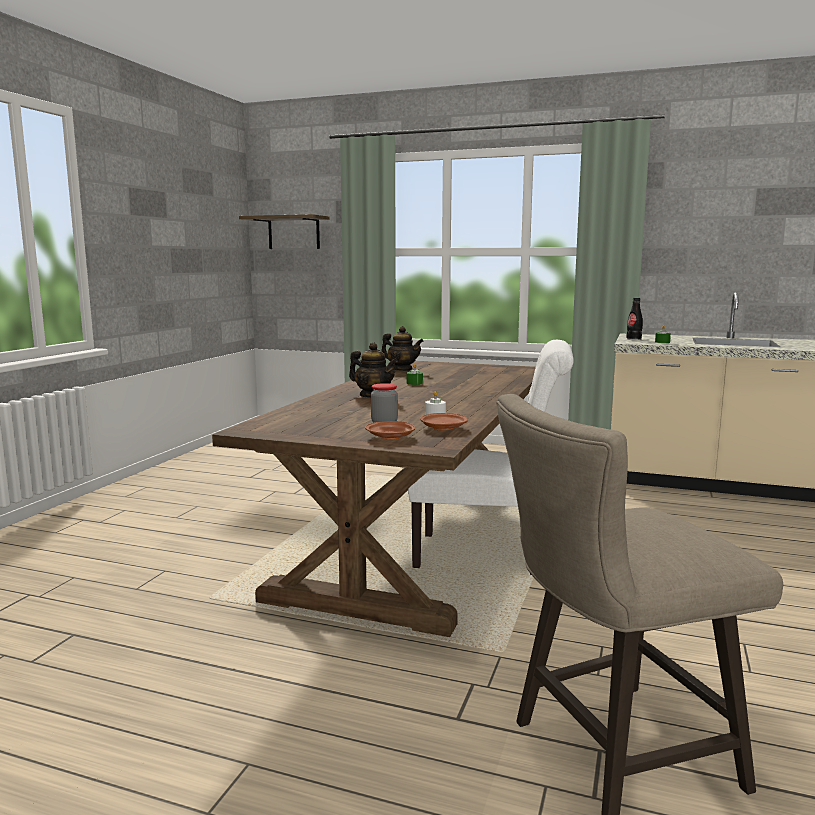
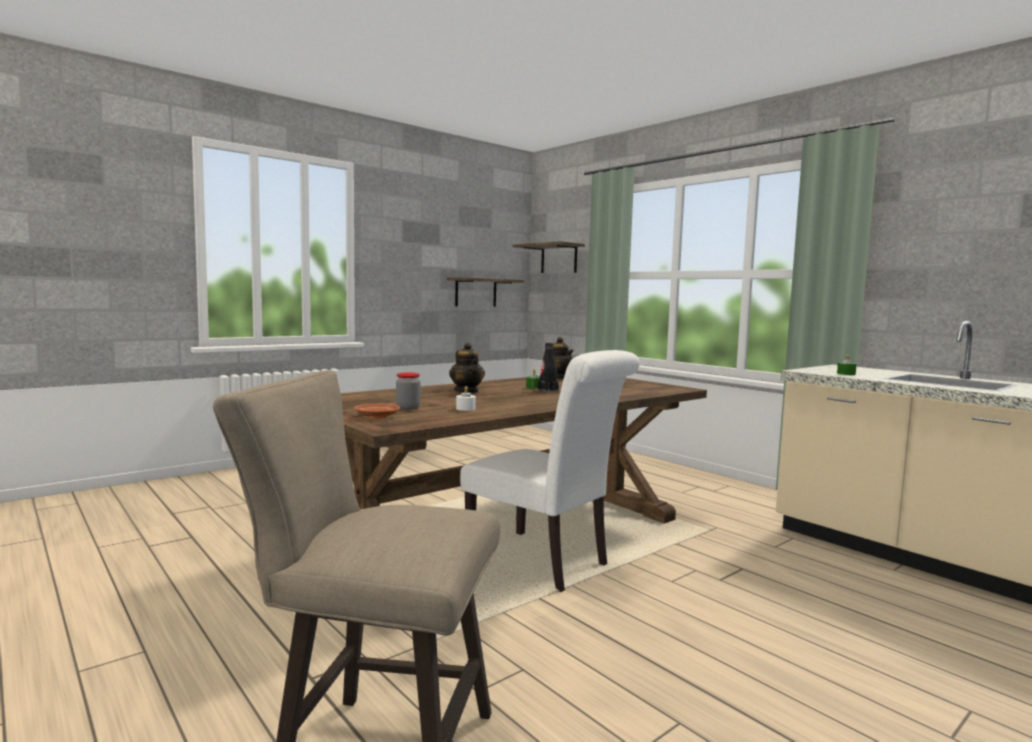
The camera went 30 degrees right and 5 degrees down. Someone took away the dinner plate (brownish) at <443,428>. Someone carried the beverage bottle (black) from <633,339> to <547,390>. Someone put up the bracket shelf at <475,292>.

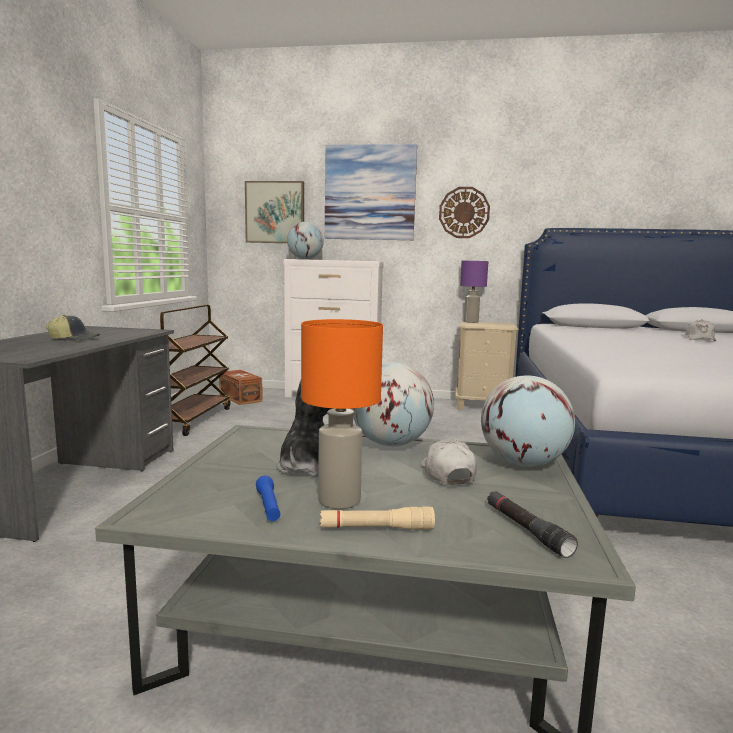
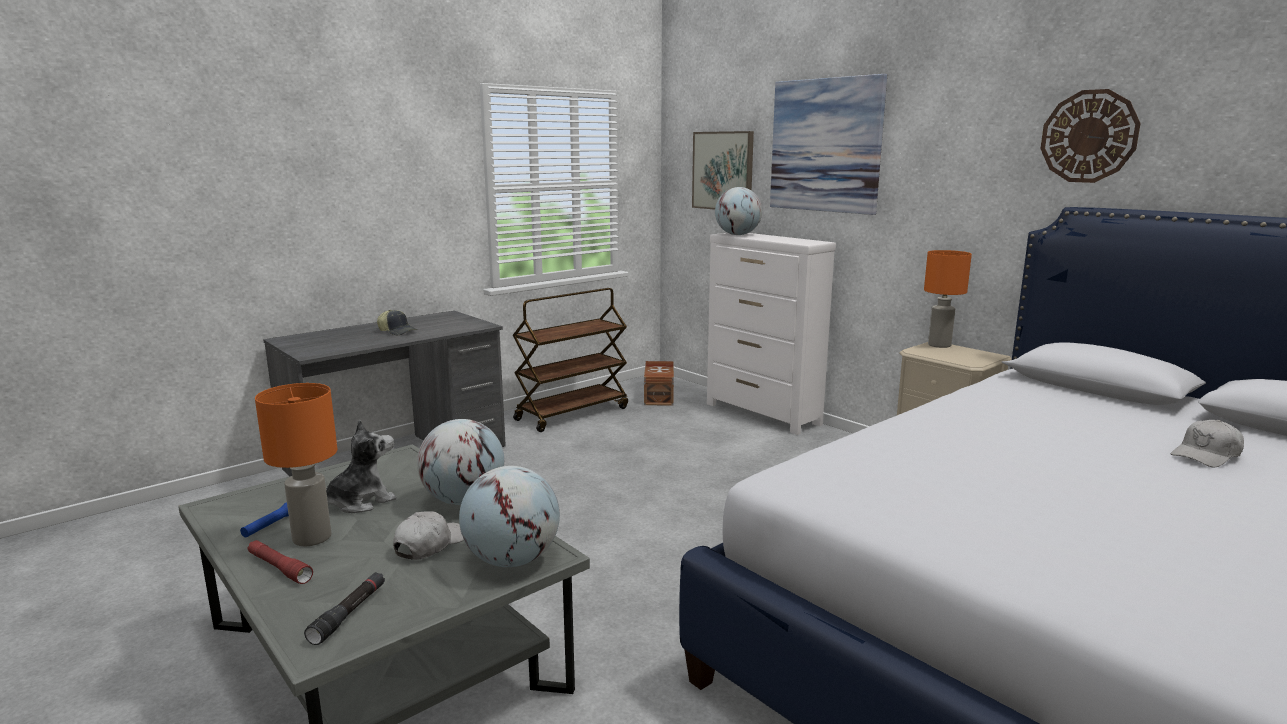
The camera went 40 degrees right and 5 degrees up. Someone repainted the flashlight (sand-coloured) at <376,528>, which became the flashlight (red) at <279,568>. Someone carried the clock on the wall from <464,212> to <1089,136>. Someone repainted the lamp for a table (purple) at <471,322>, which became the lamp for a table (orange-coloured) at <939,345>.

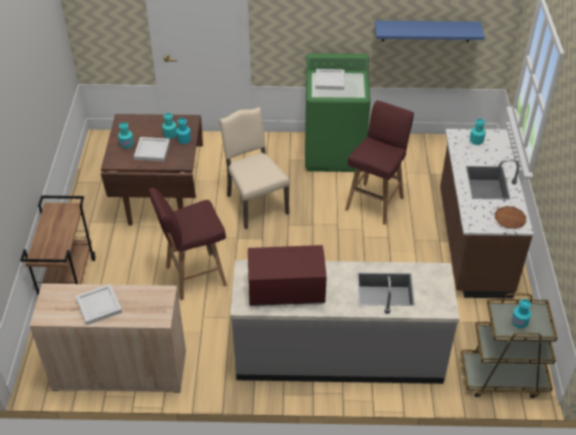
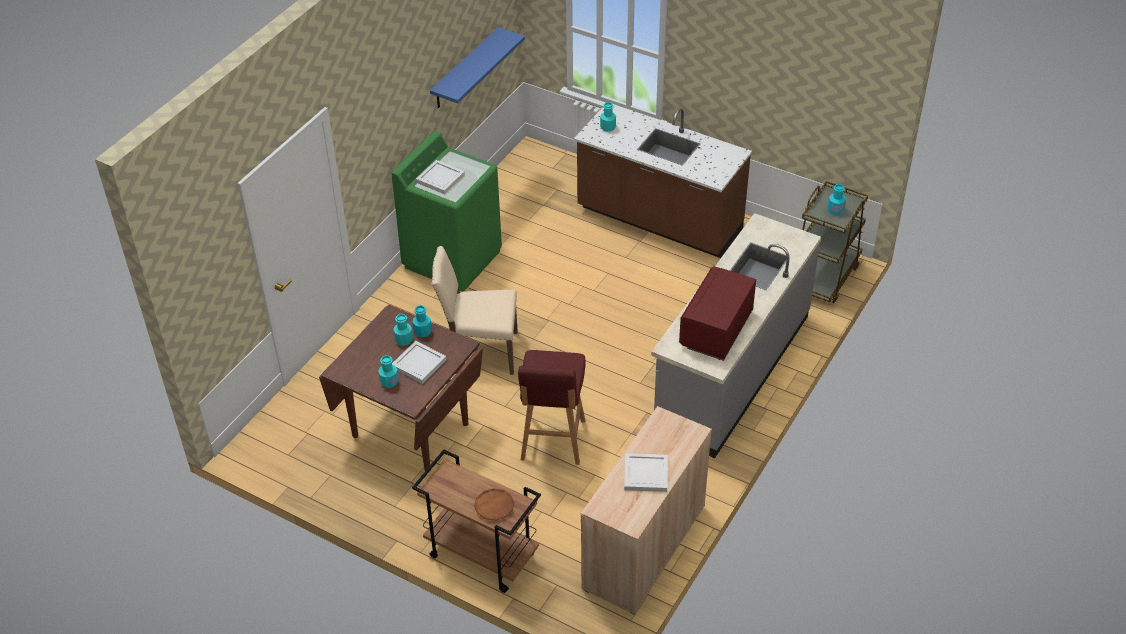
The camera went 60 degrees left and 0 degrees up. Someone took away the sitting stool (red) at <375,202>. Someone carried the dinner plate (brownish) from <509,219> to <494,506>.

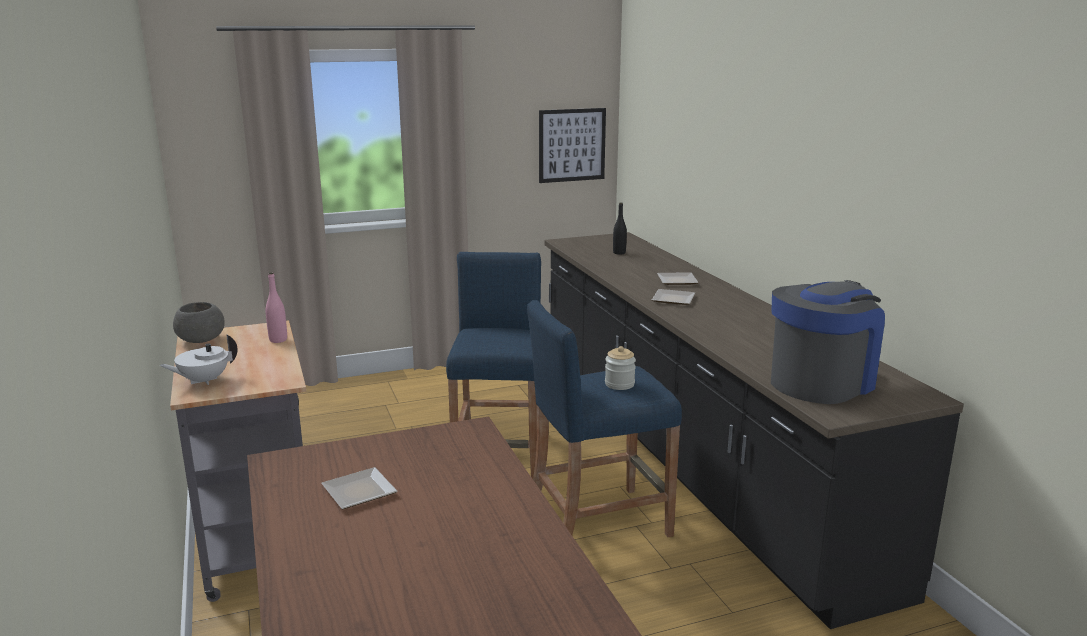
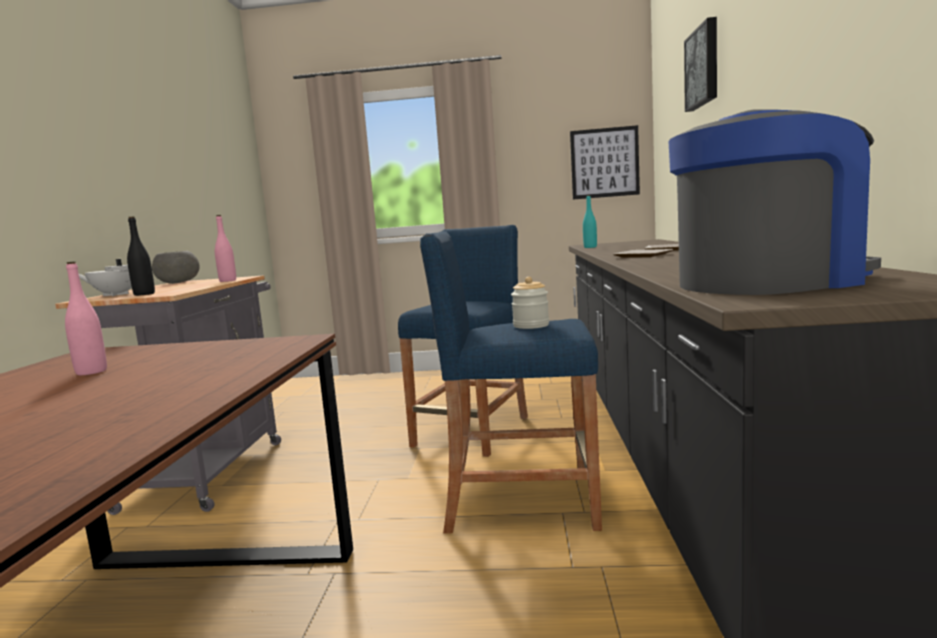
The camera went 25 degrees right and 10 degrees down. Someone swapped the dinner plate at <356,491> for the beverage bottle (pink-coloured) at <91,372>. Someone carried the beverage bottle (black) from <619,253> to <144,294>. Someone put down the beverage bottle (turquoise-coloured) at <590,247>. Someone put up the wall picture at <704,67>.

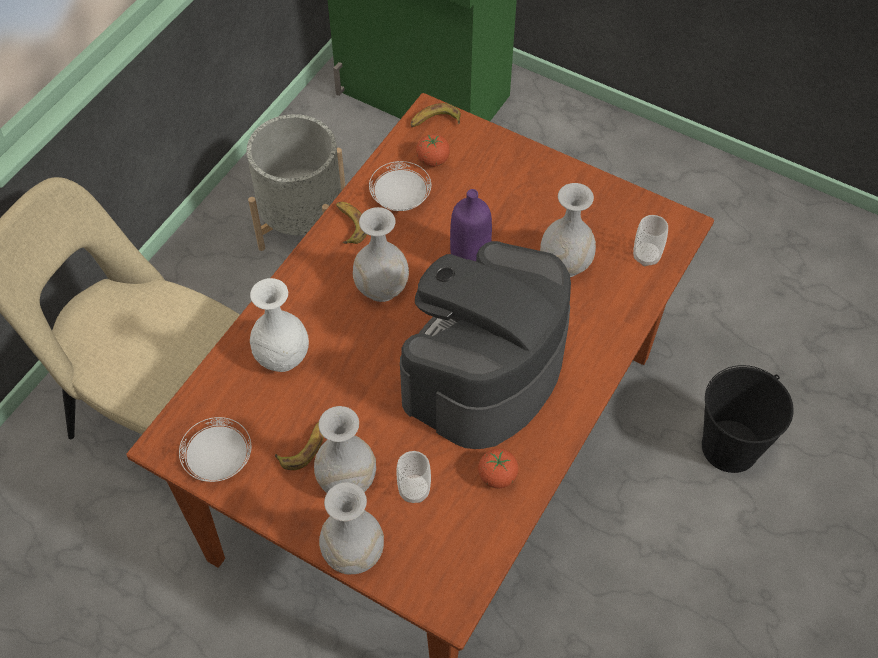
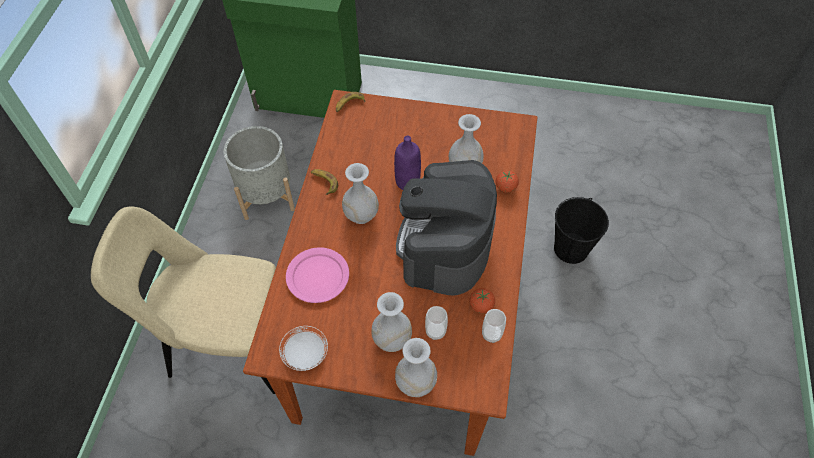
The camera went 20 degrees left and 0 degrees up. Someone swapped the vase (white) at <282,357> for the dinner plate (pink-coloured) at <317,277>. Someone took away the whole banana at <304,448>. Someone took away the dinner plate (white) at <400,198>. Someone carried the fresh tomato from <433,160> to <505,187>. Someone carried the cup from <646,256> to <491,334>.

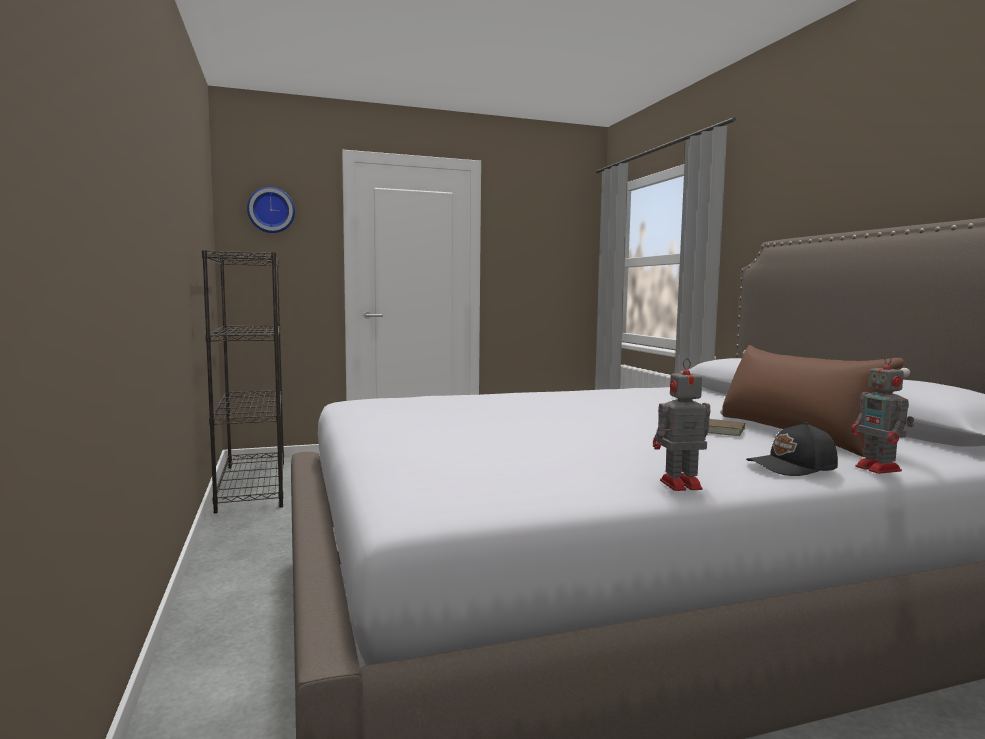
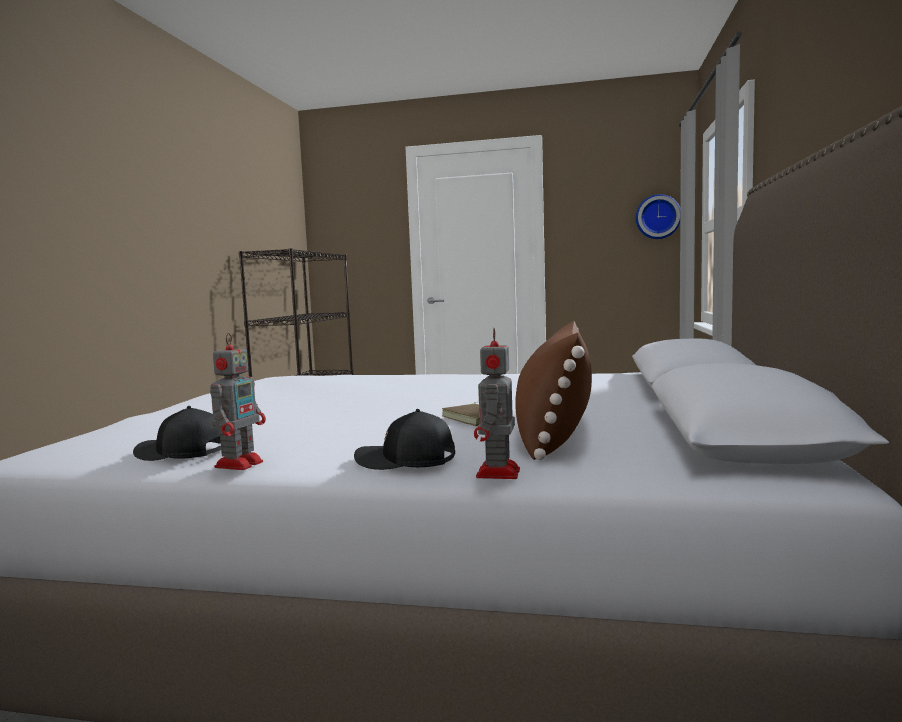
The camera went 30 degrees right and 0 degrees up. Someone carried the clock on the wall from <271,210> to <657,217>. Someone rotated the toy robot at <678,485> by 90 degrees clockwise. Someone put down the peaked cap (black) at <181,453>.

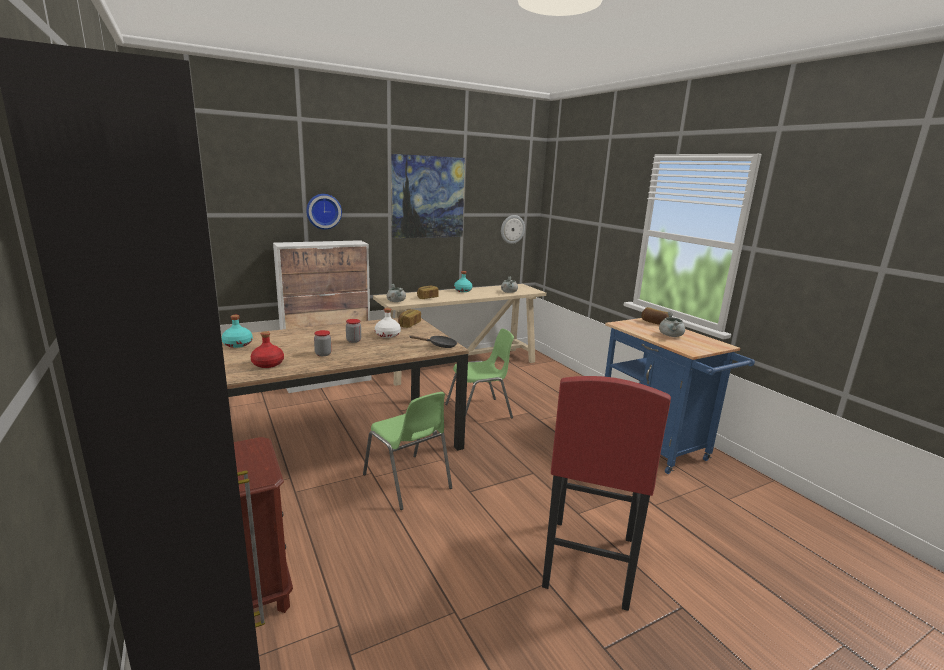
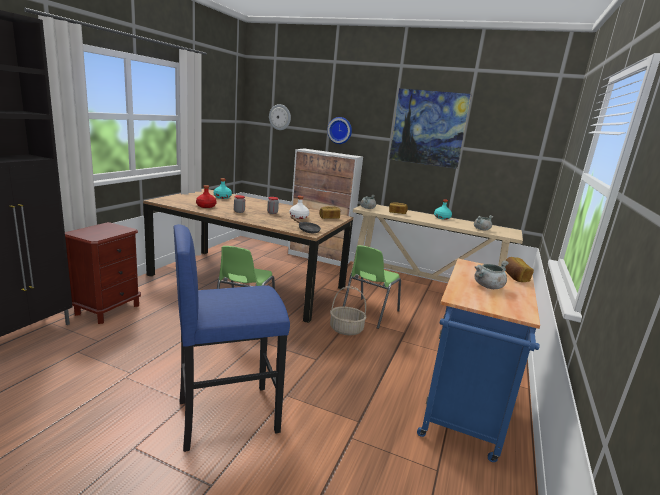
The camera went 50 degrees right and 0 degrees up. Someone rotated the plain chair (greenish) at <479,411> by 90 degrees clockwise. Someone carried the clock on the wall from <512,229> to <280,117>. Someone repainted the sitting stool (red) at <588,561>, which became the sitting stool (blue-coloured) at <227,415>. Someone put down the basket at <346,329>.

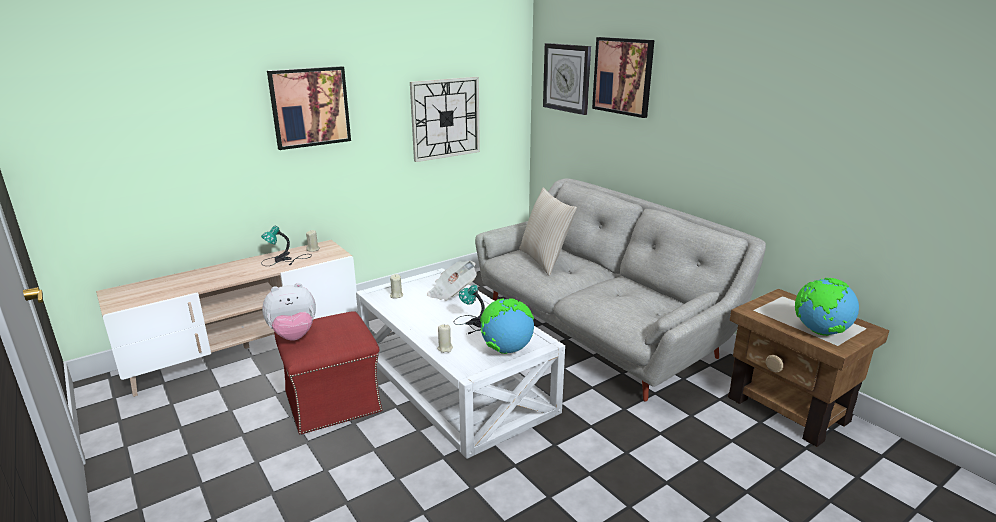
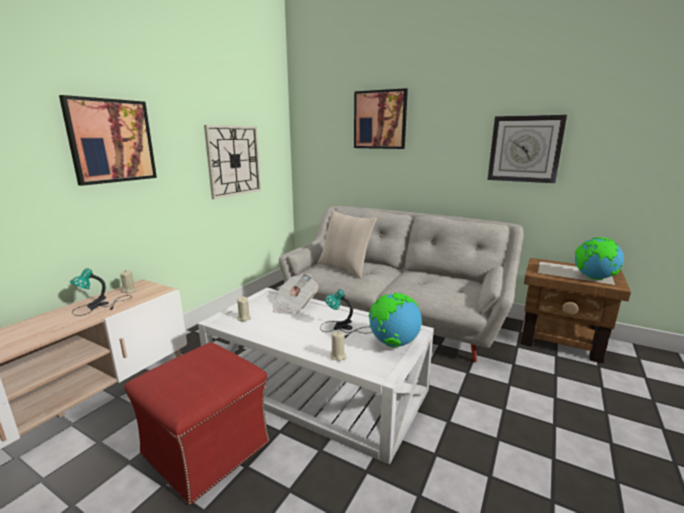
The camera went 25 degrees left and 5 degrees down. Someone took away the plush toy at <293,336>. Someone carried the clock on the wall from <567,78> to <525,149>.

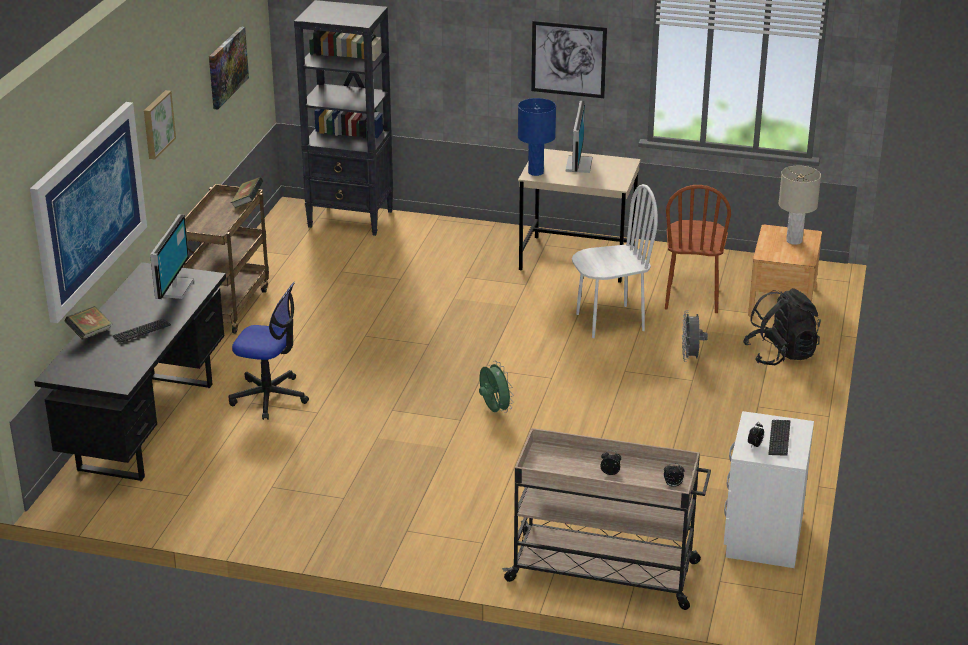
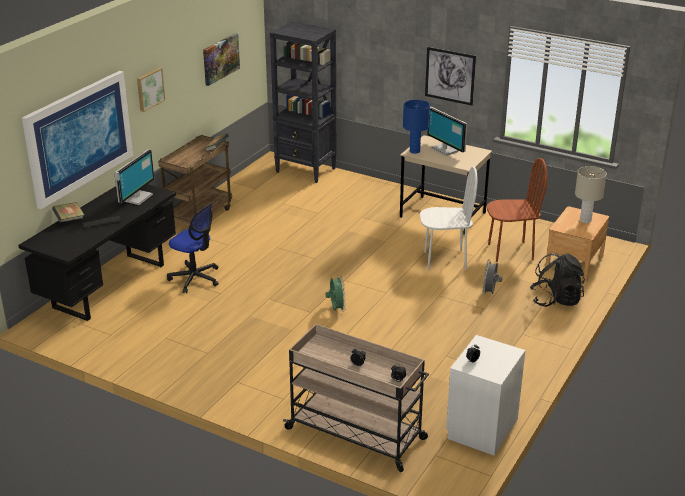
The camera went 15 degrees right and 0 degrees up. Someone rotated the monitor at <577,165> by 120 degrees clockwise. Someone rotated the plain chair (brownish) at <692,298> by 120 degrees counterclockwise. Someone took away the keyboard at <779,439>.

